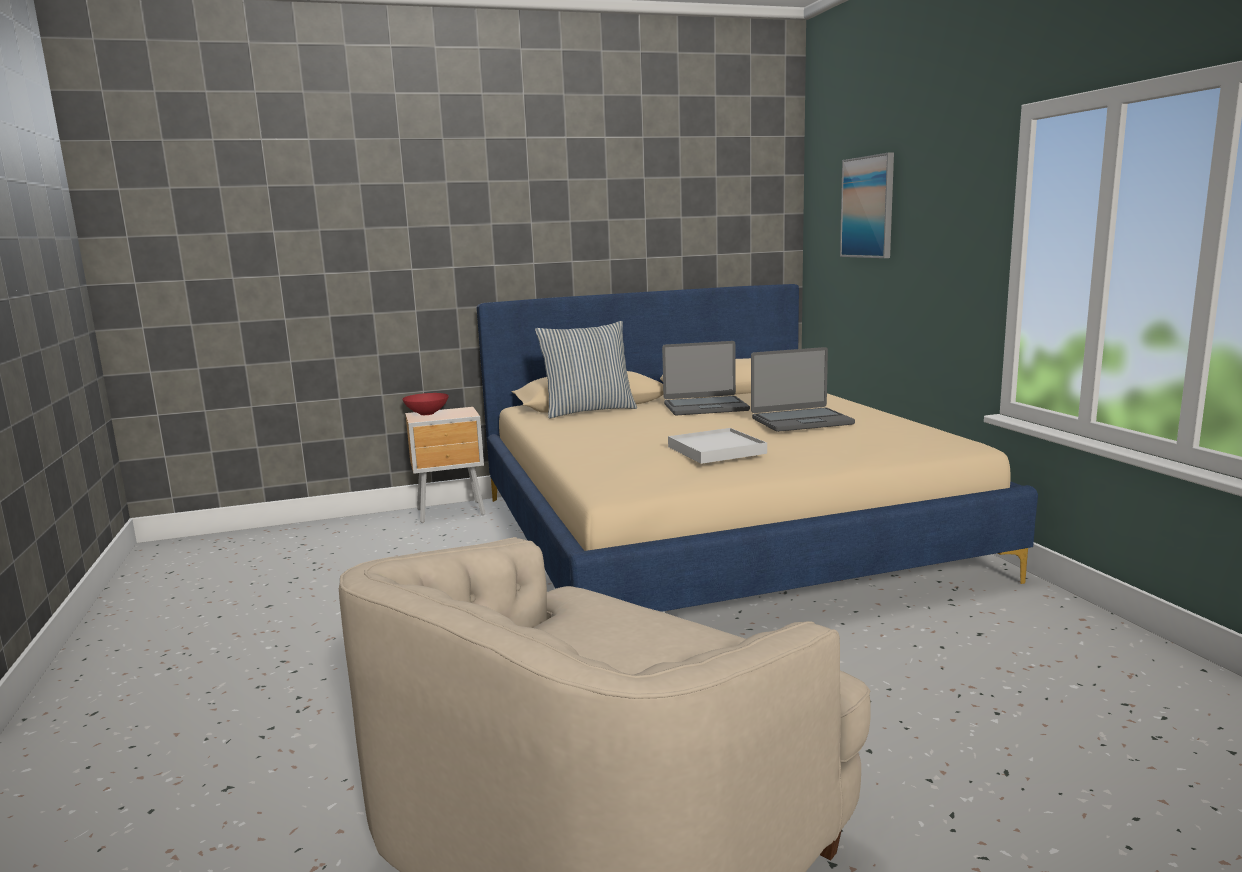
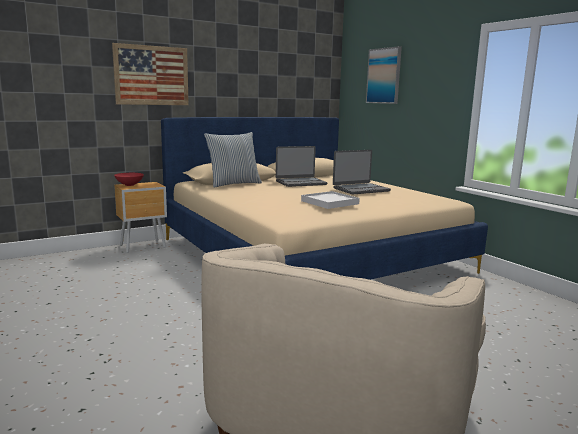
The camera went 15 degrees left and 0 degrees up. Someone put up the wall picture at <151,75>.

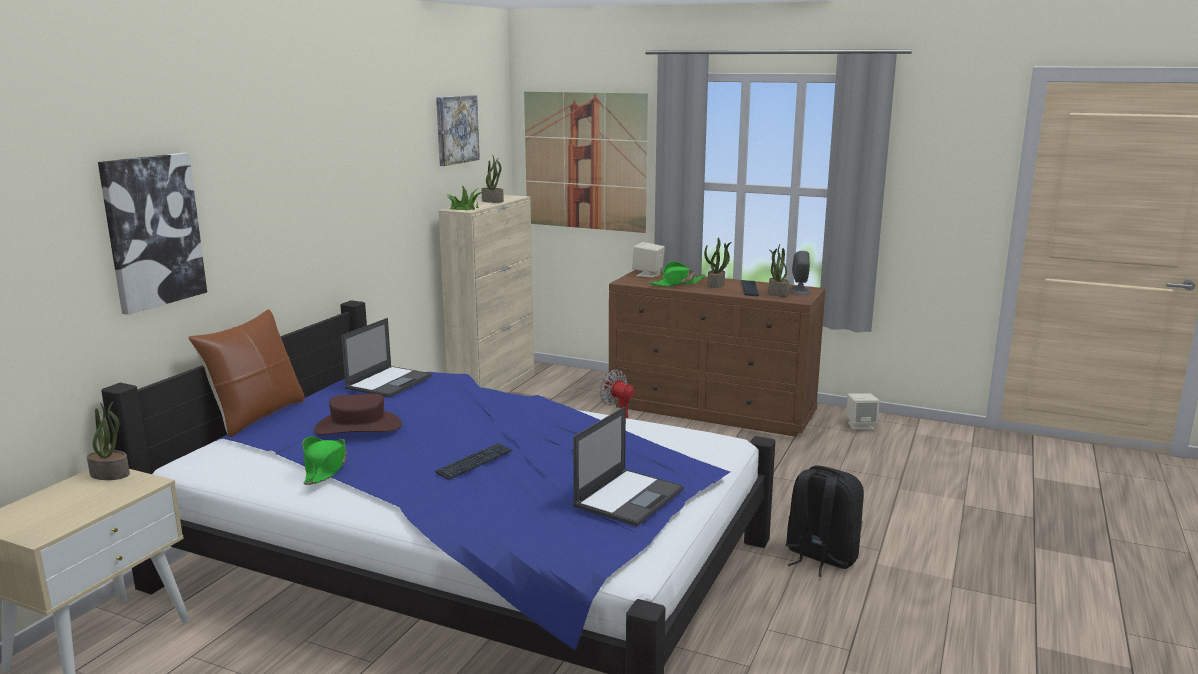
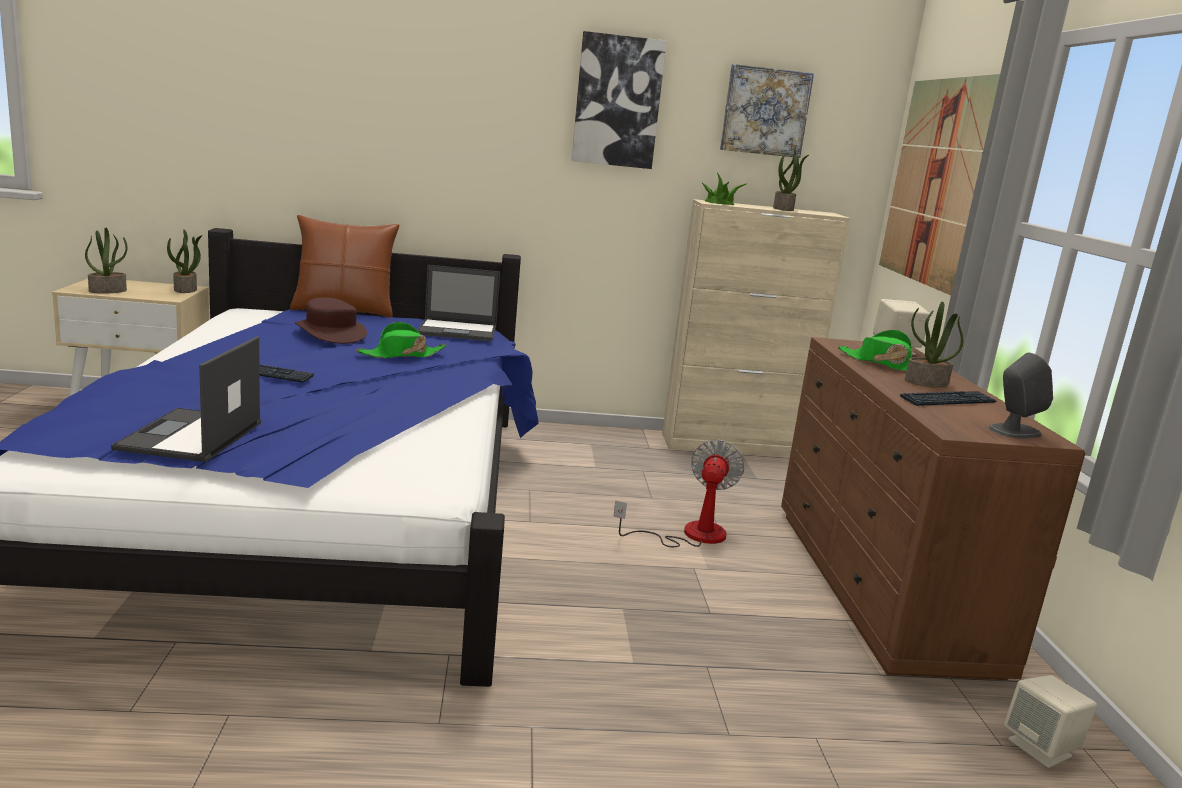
The camera went 60 degrees right and 0 degrees up. Someone carried the wall picture from <152,231> to <617,101>. Someone carried the clothing hat (greenish) from <325,468> to <401,355>. Someone rotated the portable computer at <629,497> by 90 degrees clockwise. Someone carried the potted plant from <777,293> to <108,291>. Someone took away the backpack (black) at <820,557>.

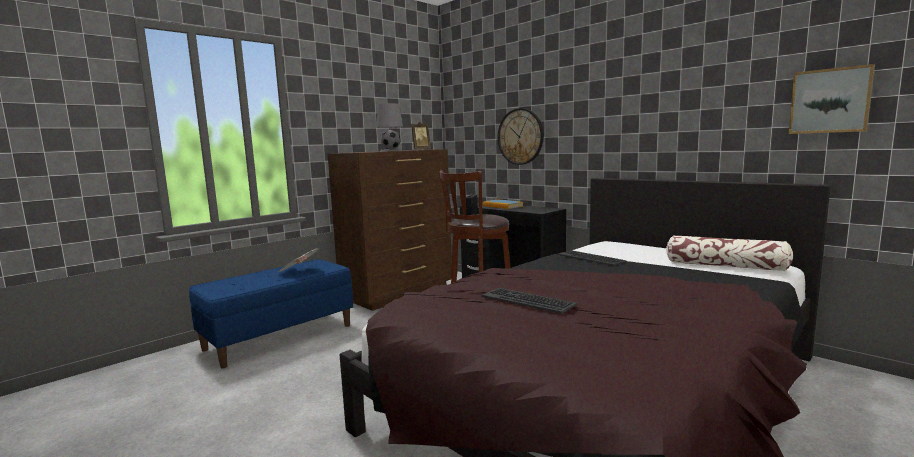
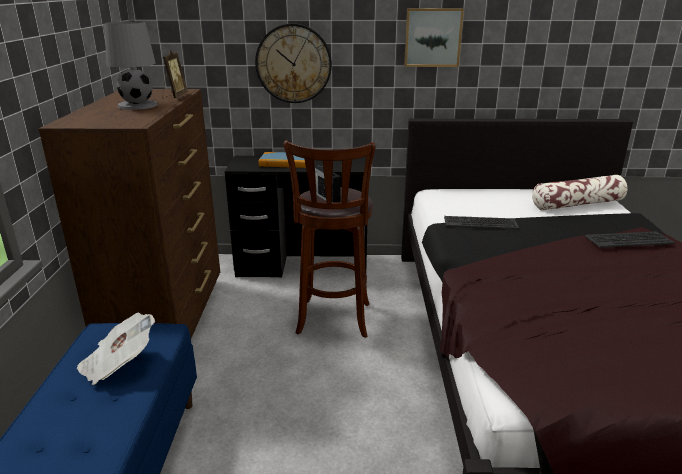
The camera went 45 degrees left and 15 degrees up. Someone carried the keyboard from <528,301> to <628,240>. Someone carried the wall picture from <830,101> to <432,37>.

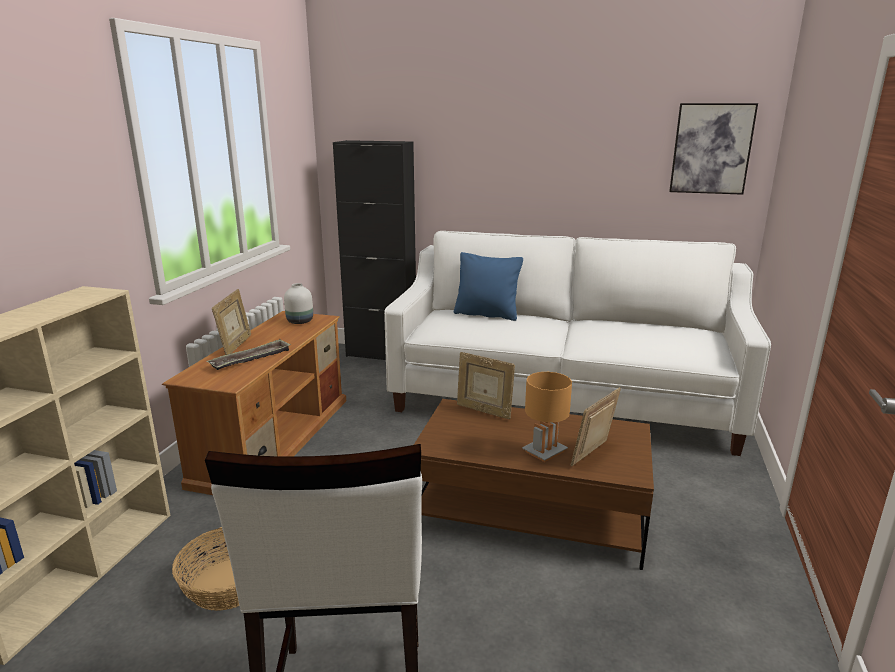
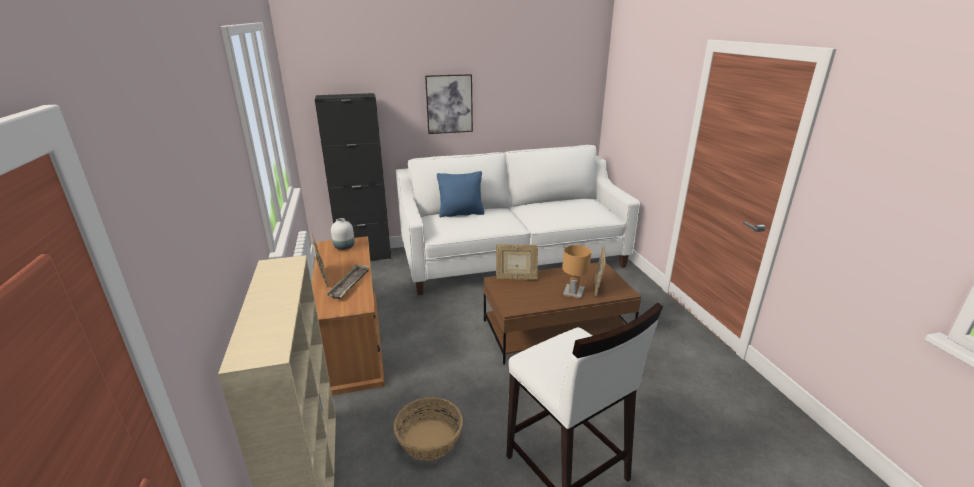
The camera went 30 degrees left and 5 degrees up. Someone carried the wall picture from <711,149> to <449,104>.

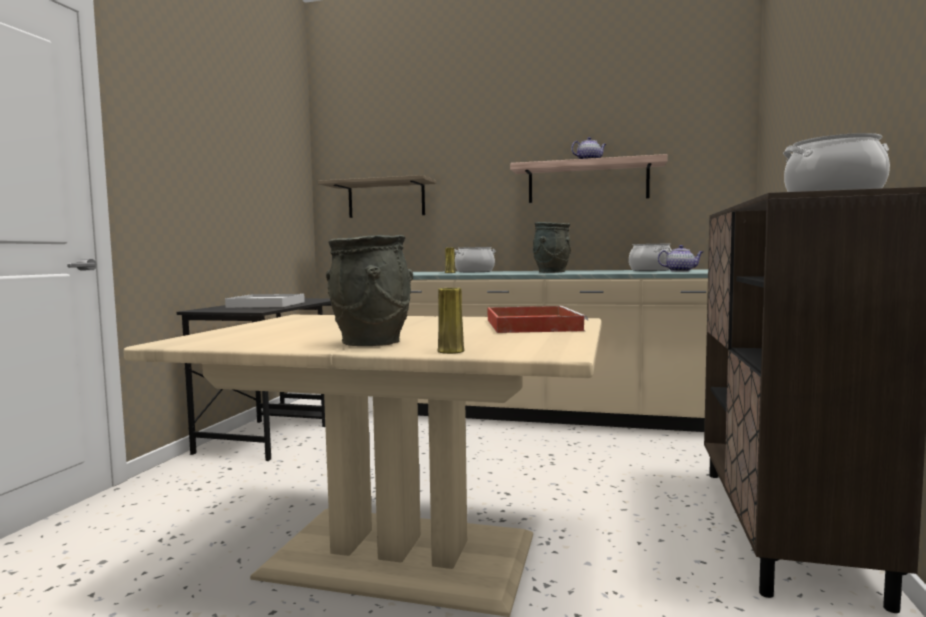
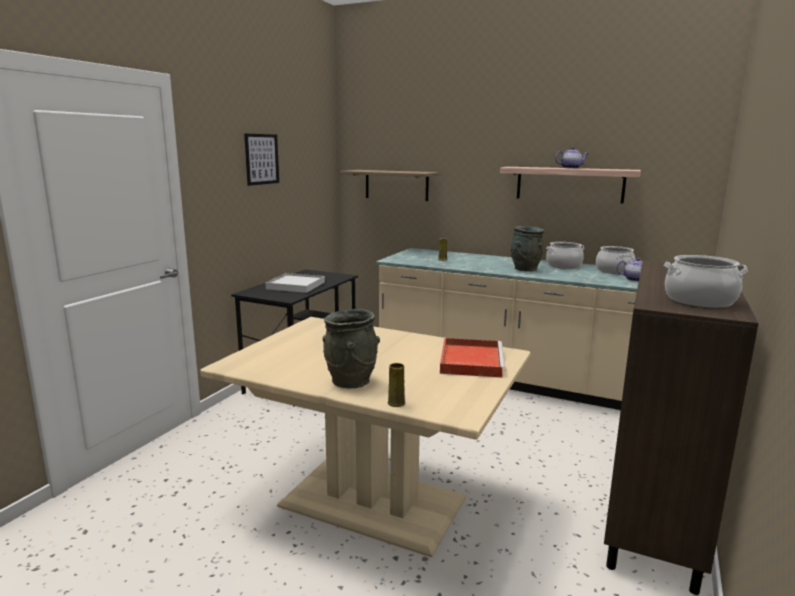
The camera went 10 degrees right and 10 degrees up. Someone carried the saucepot from <474,271> to <563,265>. Someone put up the wall picture at <261,159>.

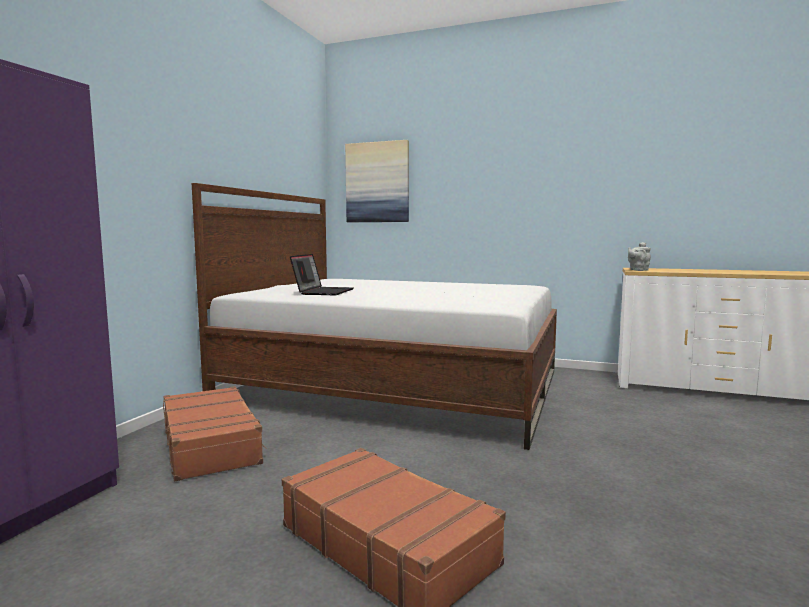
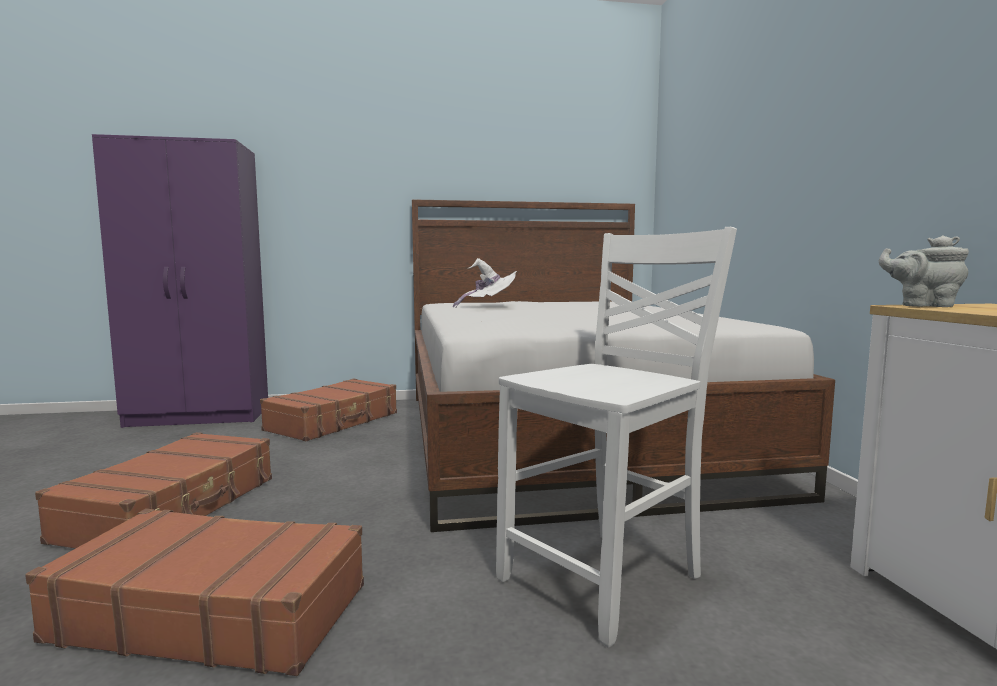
The camera went 60 degrees right and 0 degrees up. Someone swapped the portable computer at <323,292> for the clothing hat (white) at <488,307>. Someone took away the wall picture at <377,182>. Someone put down the suitcase (brownish) at <213,611>. Someone put down the plain chair (white) at <606,579>.

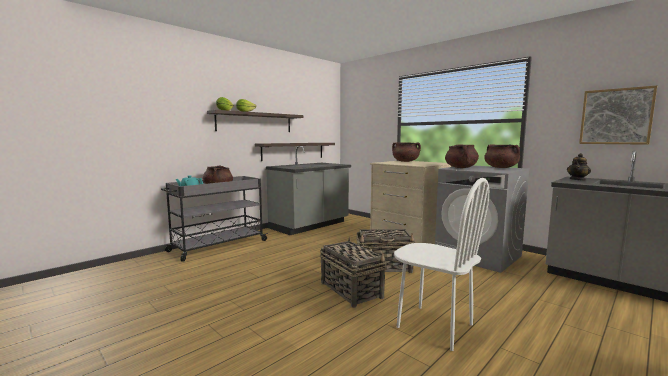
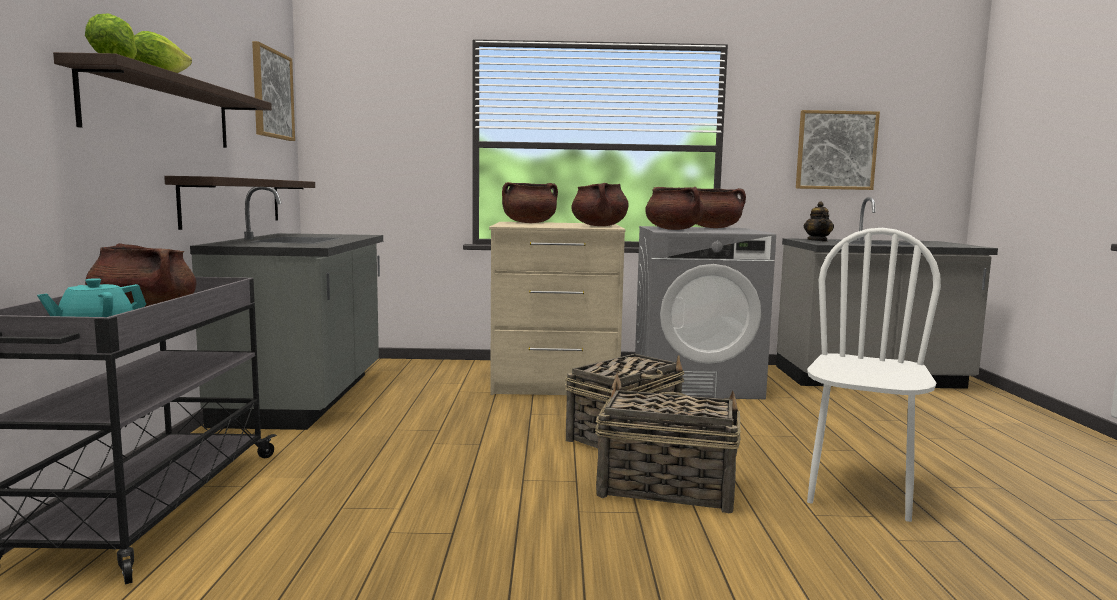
The camera went 45 degrees left and 0 degrees up. Someone rotated the plain chair (white) at <434,326> by 60 degrees counterclockwise. Someone put up the wall picture at <272,94>. Someone put down the saucepot (brownish) at <599,226>.

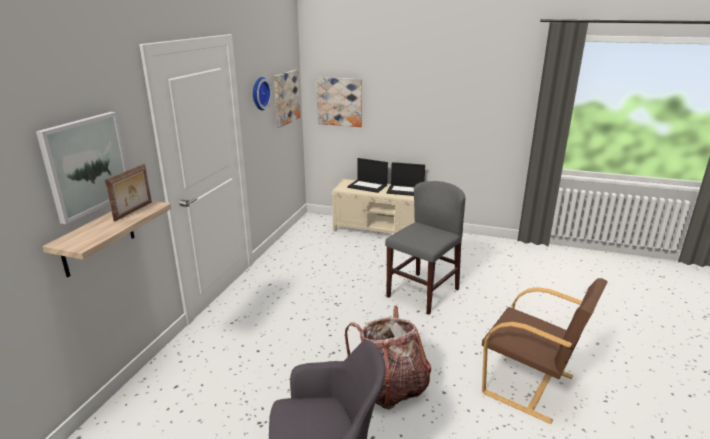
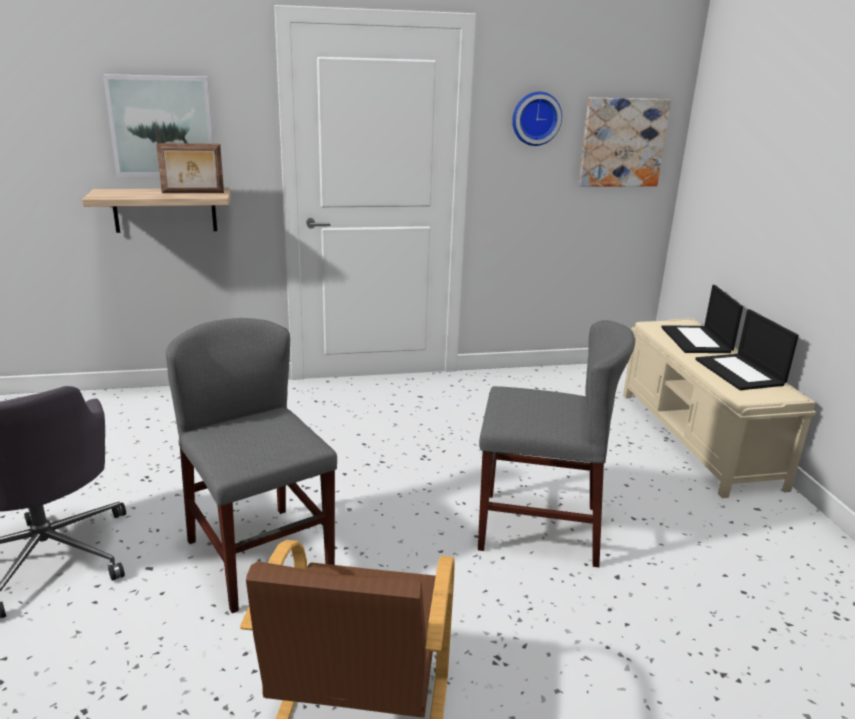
The camera went 60 degrees right and 0 degrees up. Someone took away the wall picture at <340,101>. Someone swapped the backpack at <390,387> for the plain chair (grey) at <260,557>.

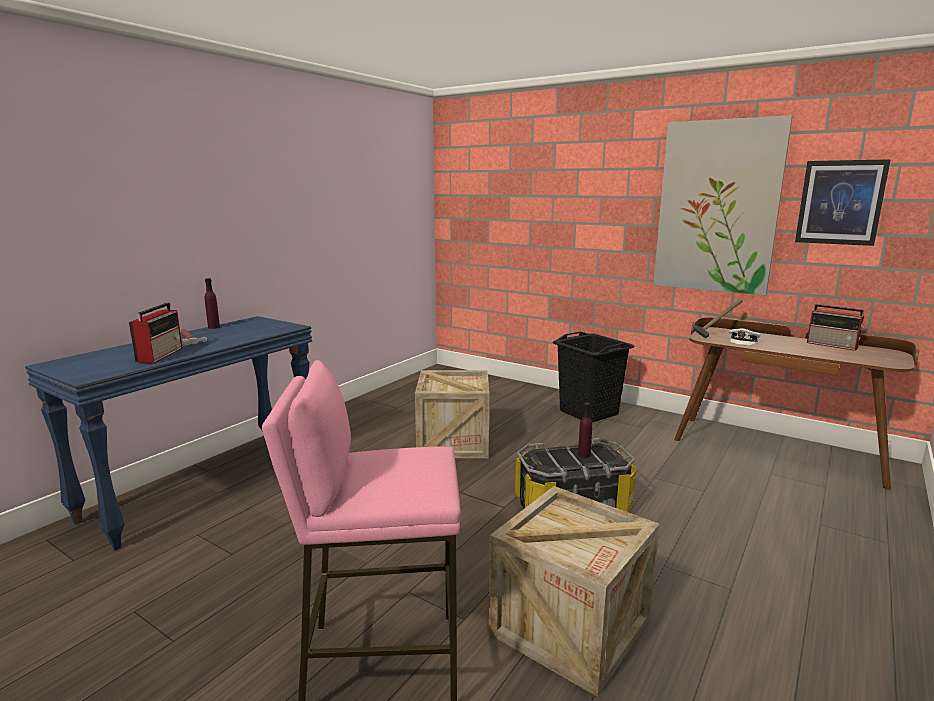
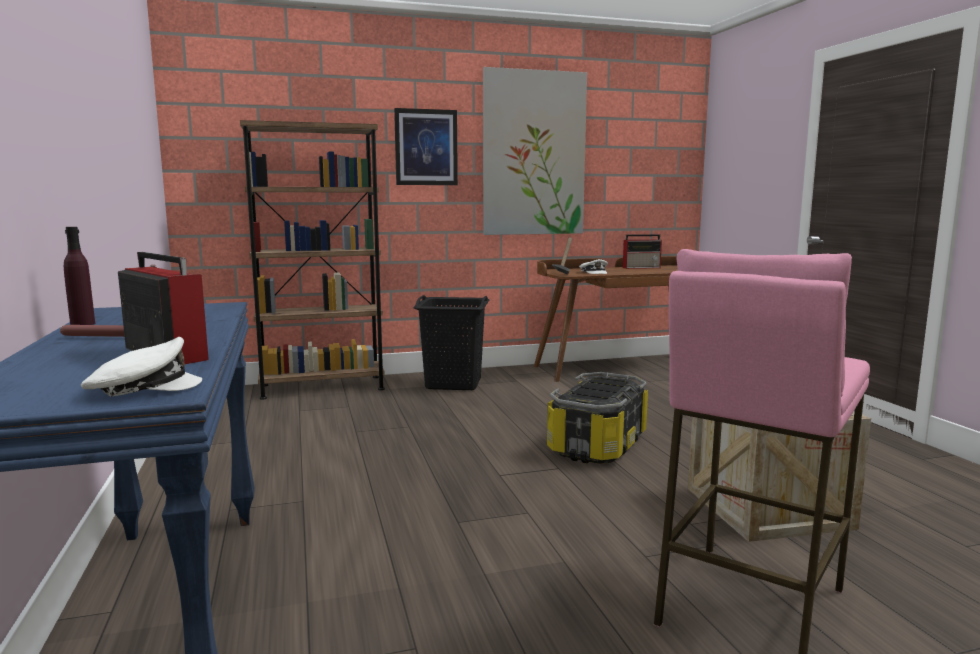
The camera went 50 degrees left and 5 degrees down. Someone took away the packing crate at <453,442>. Someone took away the beverage bottle (purple) at <584,455>. Someone carried the wall picture from <840,202> to <426,147>. Someone put down the peaked cap (white) at <142,388>. Someone put down the bookshelf (brownish) at <322,387>.

